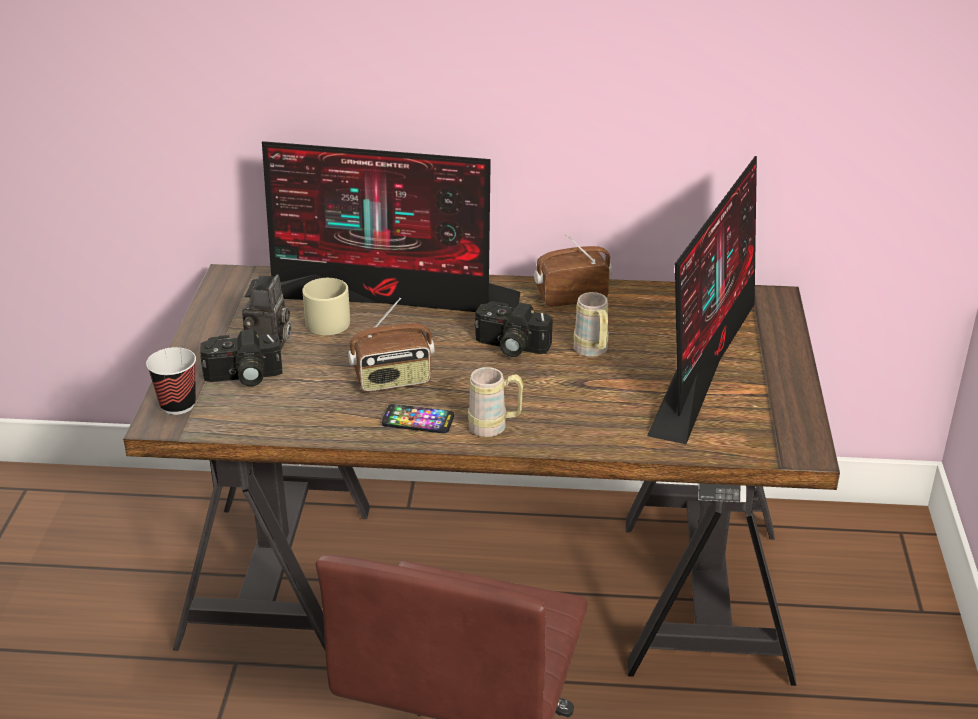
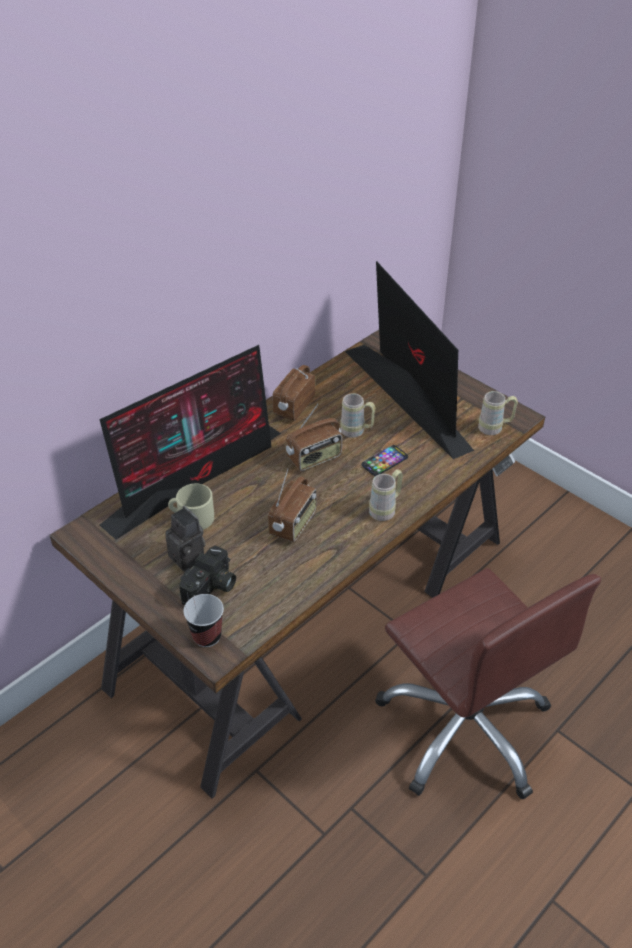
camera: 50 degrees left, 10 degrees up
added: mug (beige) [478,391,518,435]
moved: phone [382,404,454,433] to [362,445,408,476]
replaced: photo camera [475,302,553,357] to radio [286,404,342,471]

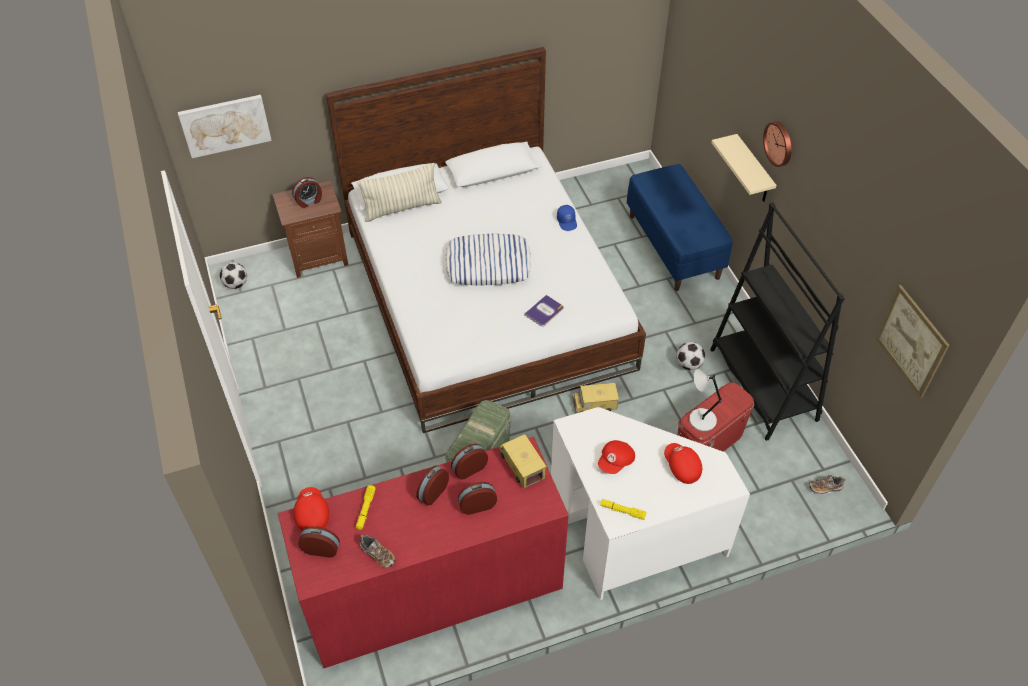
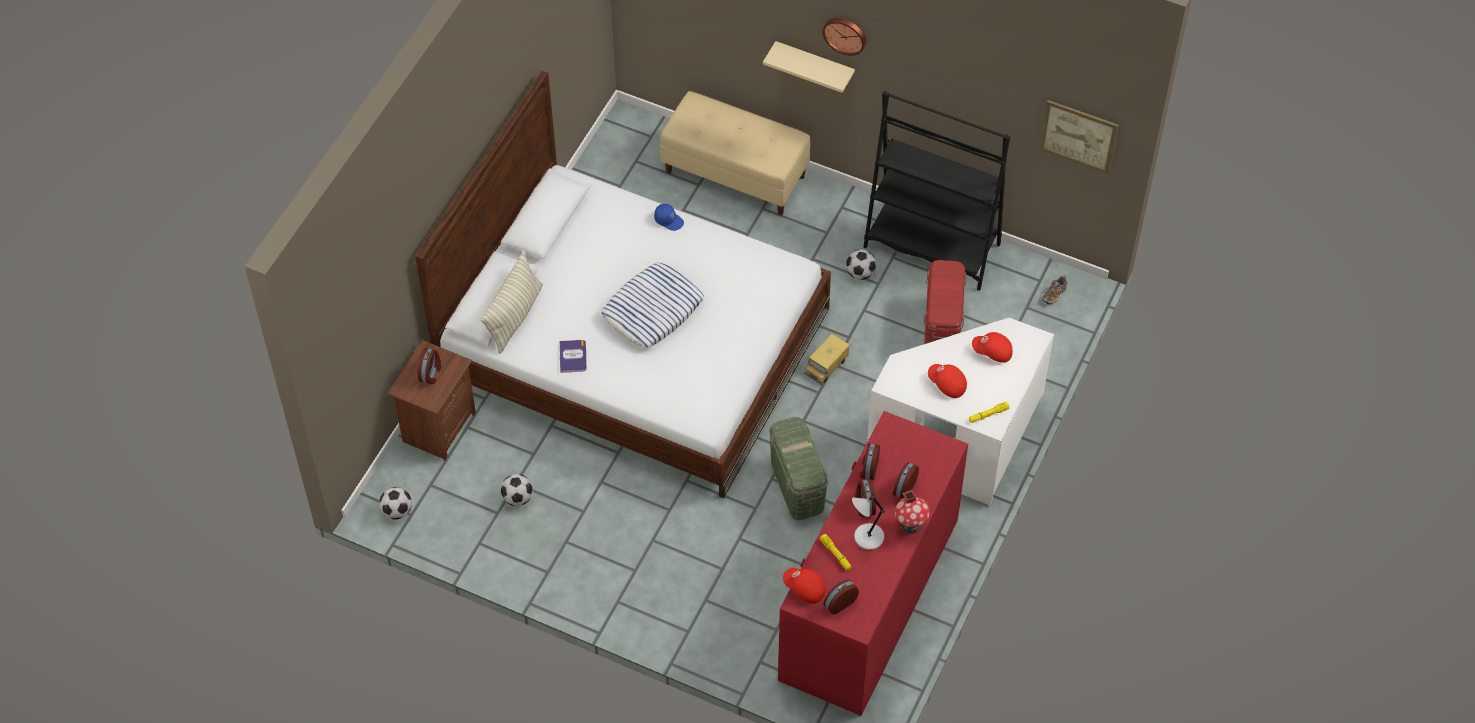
camera: 45 degrees left, 5 degrees up
removed: picture [178,95,272,158]; shoe [360,535,395,568]; toy truck [498,434,547,488]
added: football [500,474,533,506]; toy house [895,490,930,535]
moved: book [524,295,564,326] to [559,340,587,373]; table lamp (grey) [689,369,722,431] to [852,494,885,550]
recoloured: bench (blue) [627,164,733,291] to bench (beige) [660,91,810,215]
turned: cap (red) [598,440,635,474] = [928,364,967,398] 135 degrees clockwise

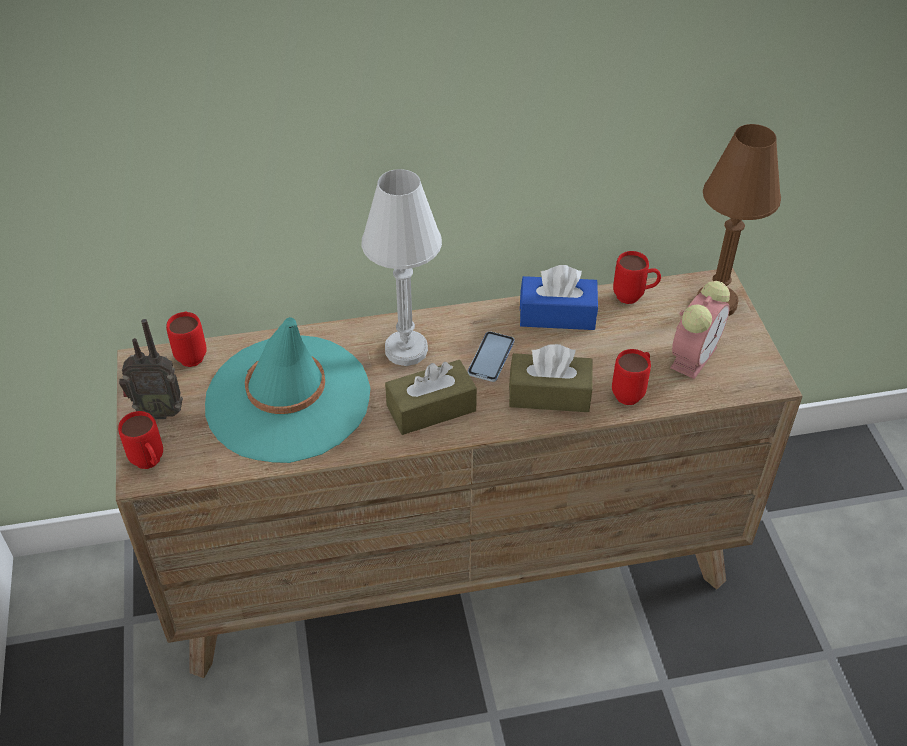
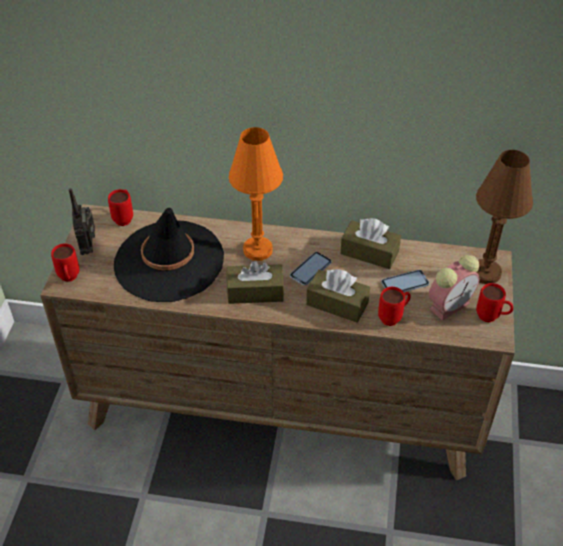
camera: 20 degrees right, 0 degrees up
added: phone [381,270,429,292]
moved: mug (red) [613,251,661,304] to [476,283,513,322]
recoloured: hat (turquoise) [205,317,371,463] to hat (black) [114,208,224,302]; table lamp (white) [362,169,442,366] to table lamp (orange) [229,127,283,261]; tissue box (blue) [520,265,598,330] to tissue box (brown) [340,218,401,269]
turned: radio [119,319,183,419] = [69,188,95,255] 60 degrees clockwise

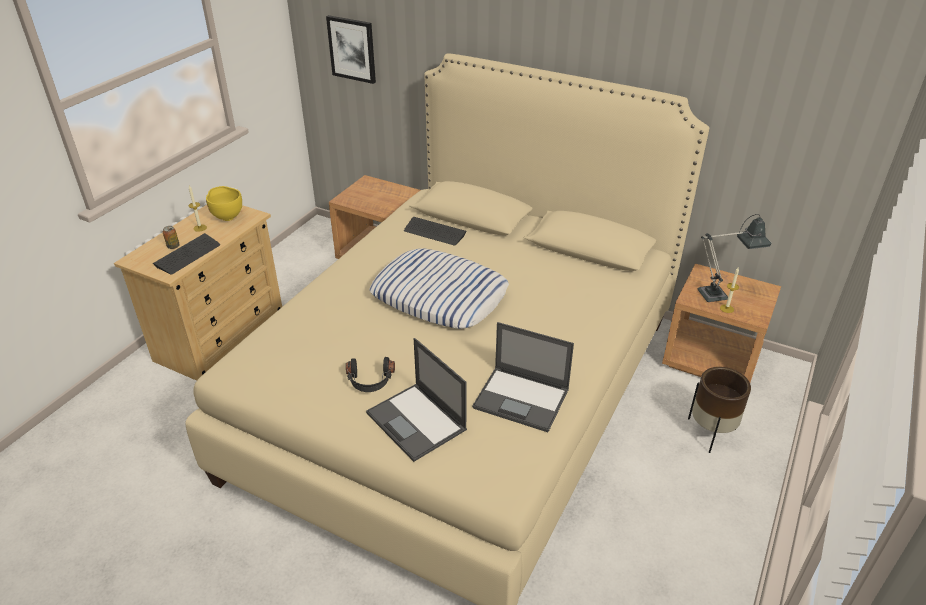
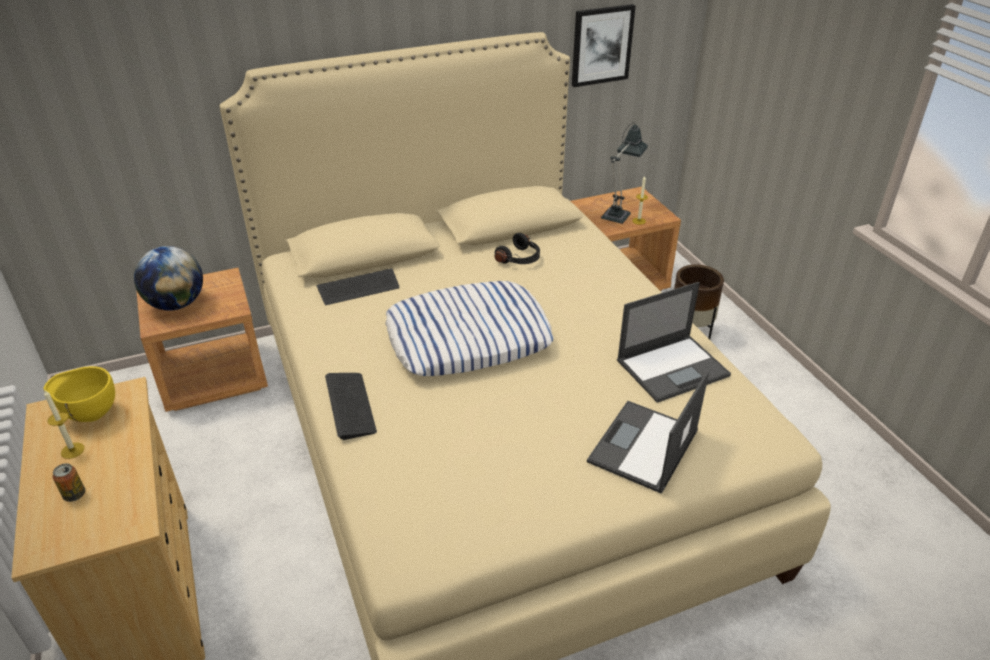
camera: 50 degrees left, 0 degrees up
added: globe [134,246,203,311]
moved: keyboard [153,233,220,274] to [325,373,377,440]; picture [326,15,376,84] to [572,4,636,87]; headphones (black) [346,357,395,392] to [495,233,540,264]
turned: laptop [366,338,467,462] = [587,370,709,494] 120 degrees clockwise

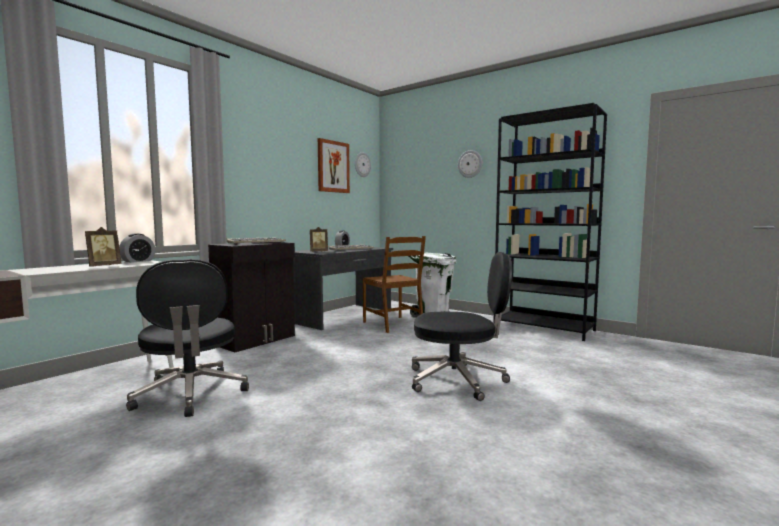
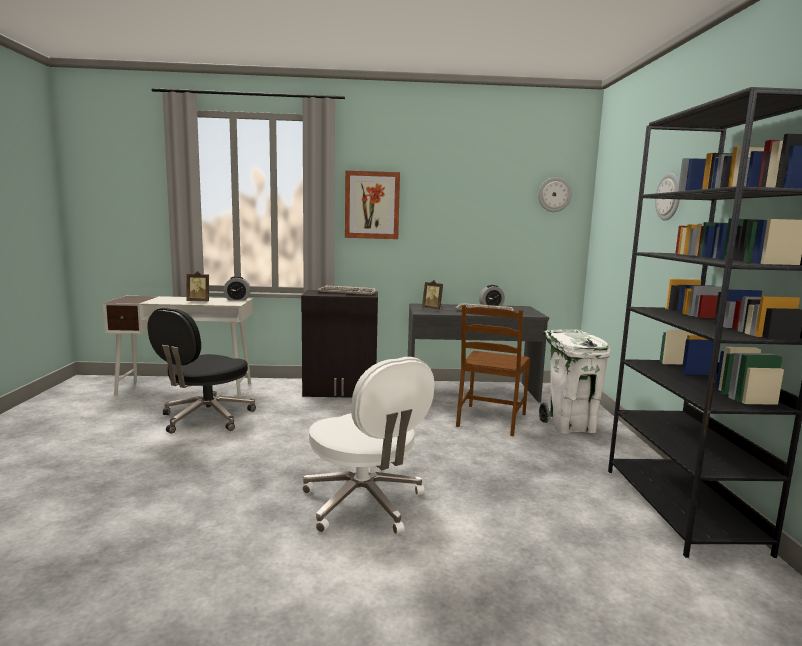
camera: 50 degrees right, 5 degrees up
moved: picture [318,138,350,193] to [345,171,400,239]
recoloured: office chair (black) [412,252,512,401] to office chair (white) [302,357,435,534]

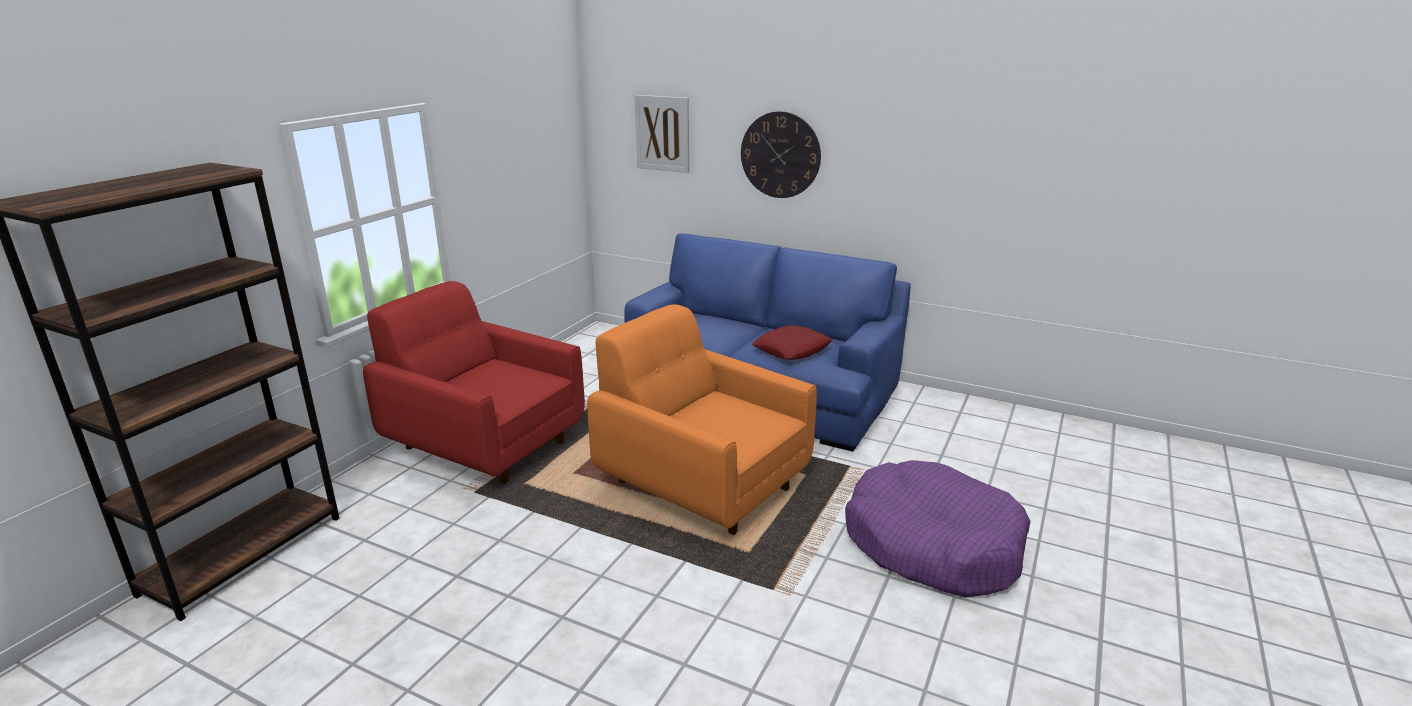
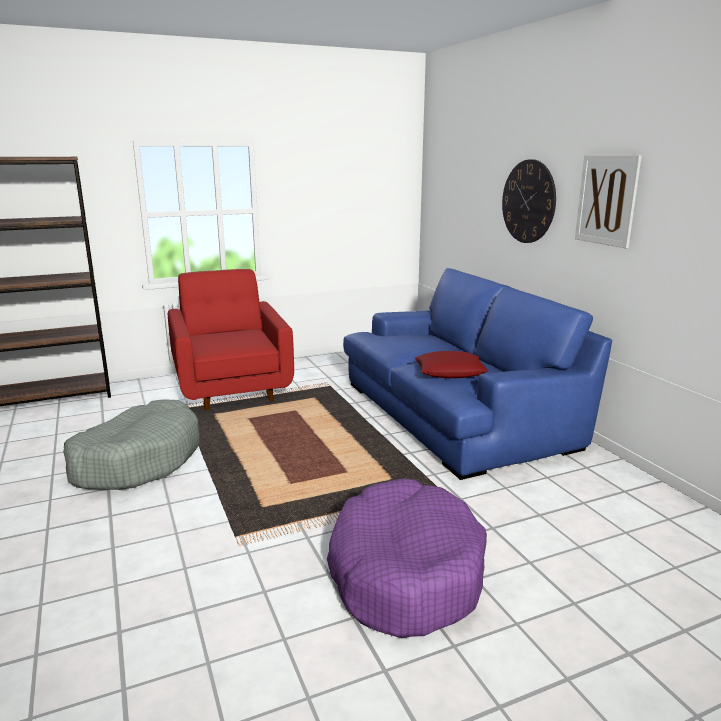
camera: 40 degrees right, 5 degrees down
removed: armchair (orange) [587,304,817,535]
added: dog bed (grey) [63,399,200,490]
moved: picture [635,95,689,173] to [575,155,642,248]

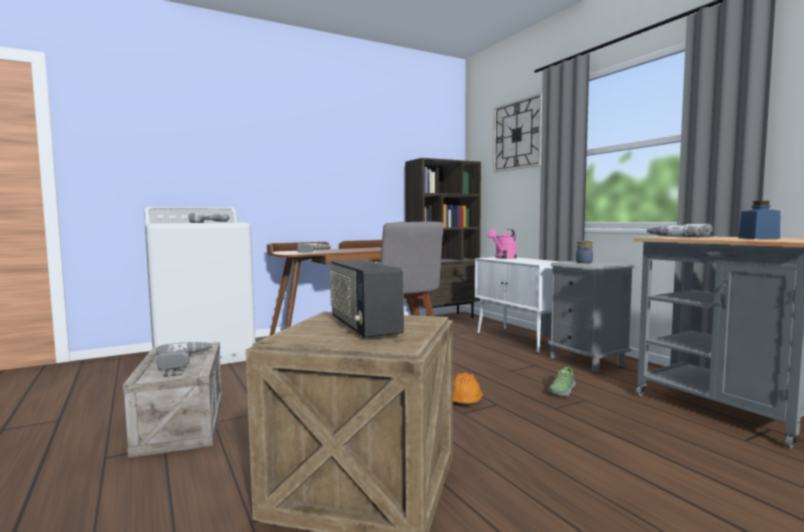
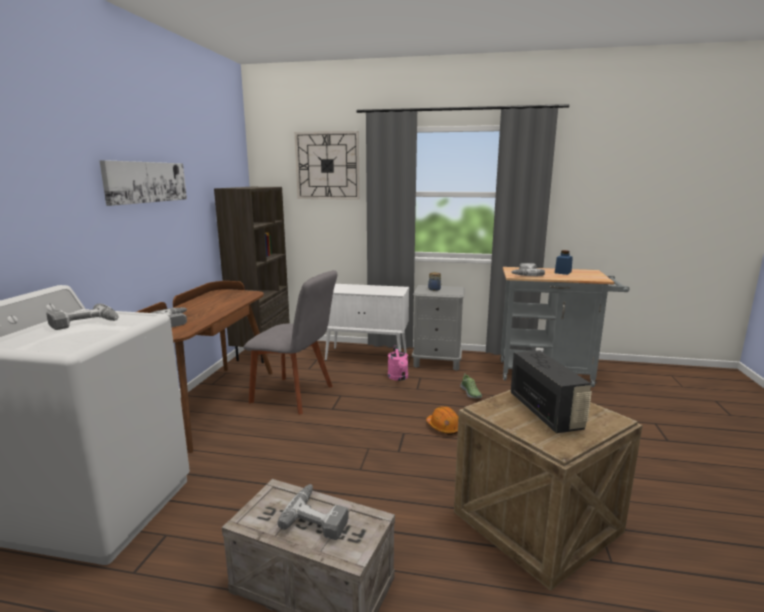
camera: 50 degrees left, 10 degrees up
added: picture [99,160,187,206]
moved: watering can (pink) [487,229,517,259] to [388,346,408,381]
turned: radio [329,260,404,338] = [511,350,592,433] 120 degrees counterclockwise

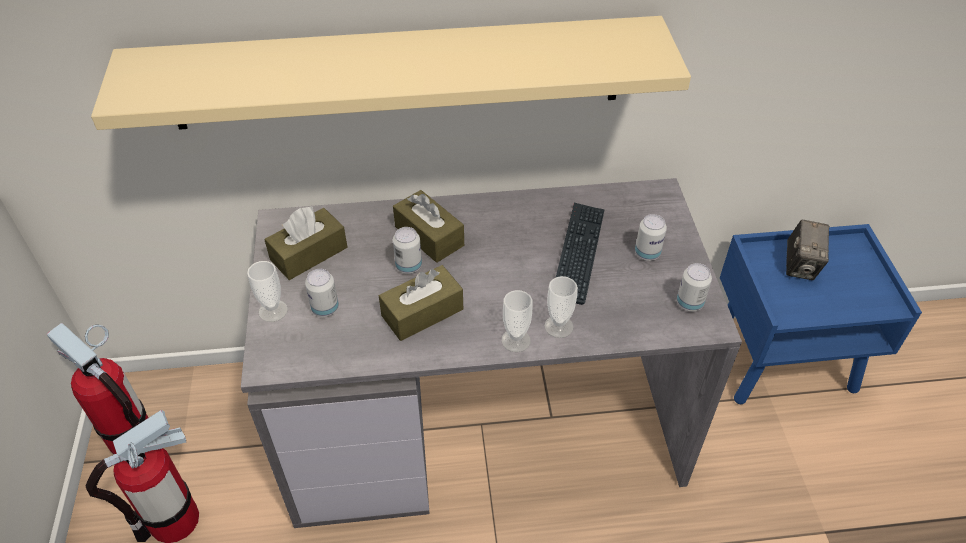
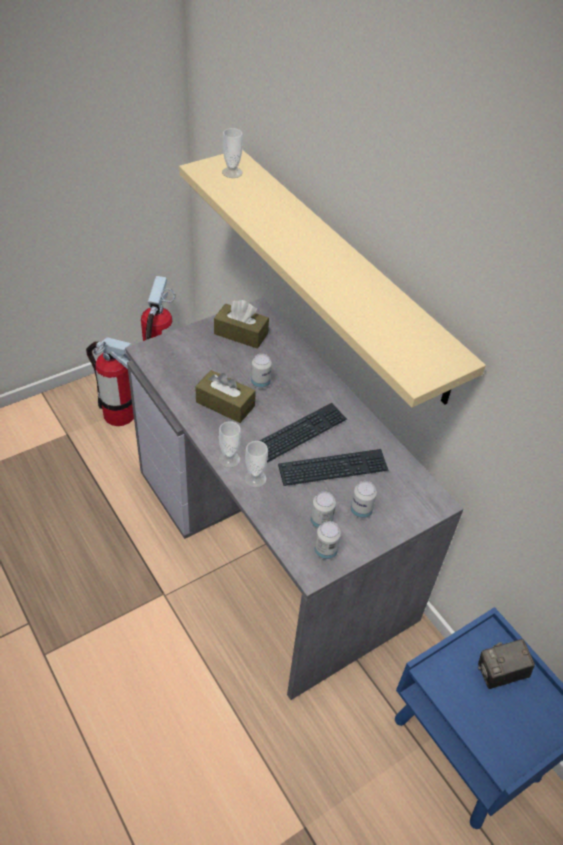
camera: 60 degrees right, 0 degrees up
removed: tissue box (brown) [393,190,464,263]
added: keyboard [259,403,347,463]
moved: cup [247,261,288,322] to [222,128,243,178]; can [305,269,339,317] to [310,491,336,529]

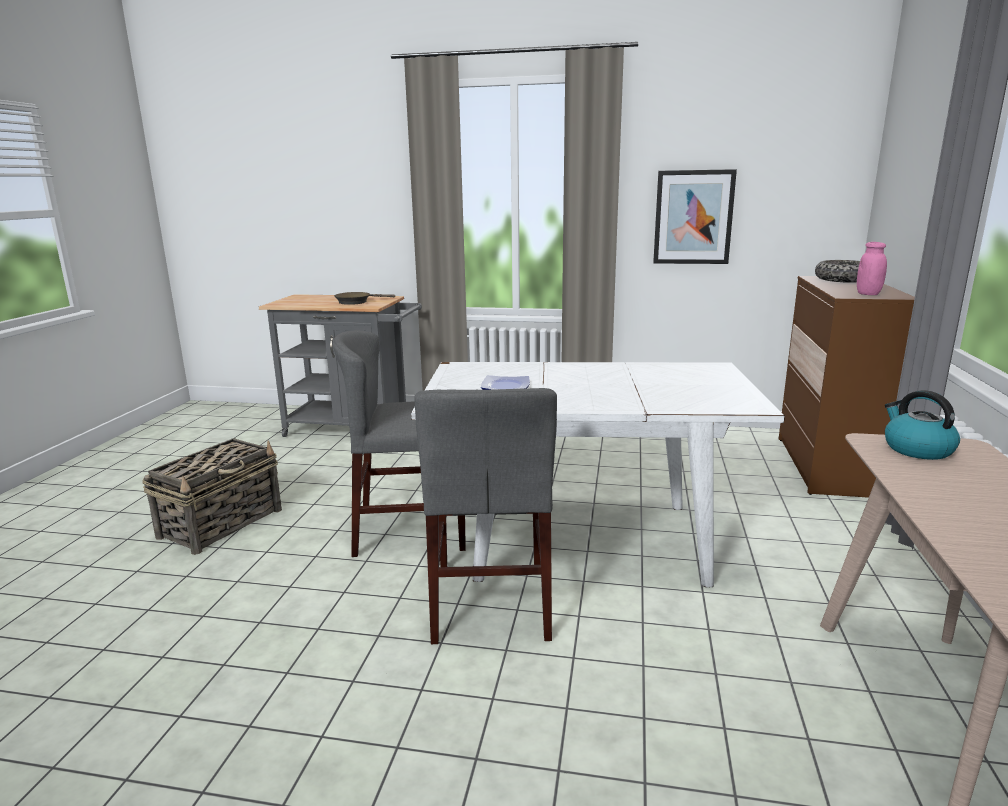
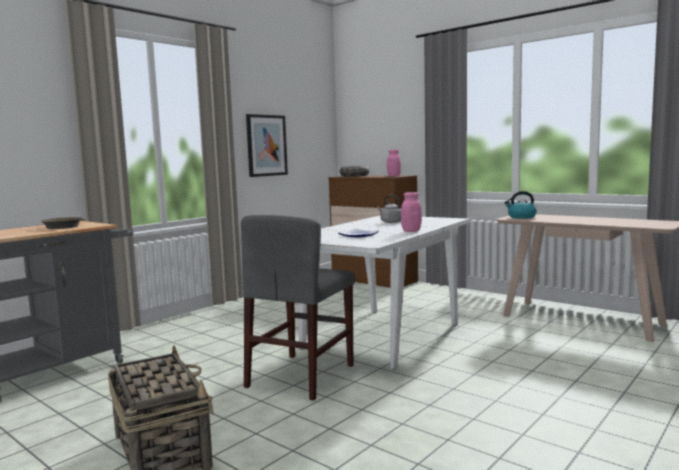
camera: 60 degrees left, 10 degrees down
removed: chair (grey) [414,388,557,644]
added: kettle (grey) [377,195,401,223]; jar (pink) [401,192,422,232]

